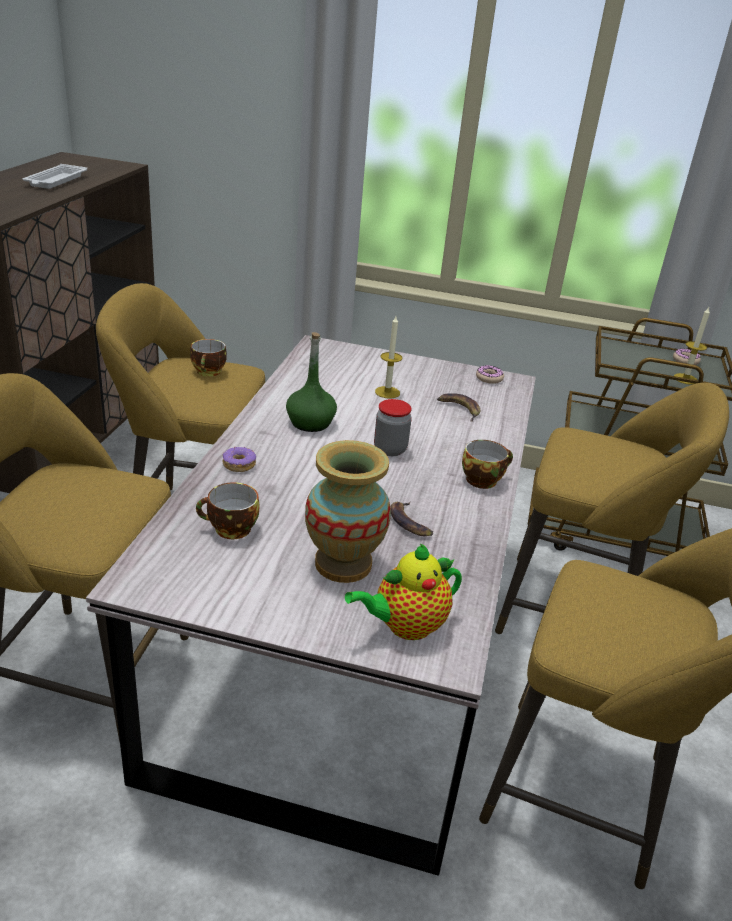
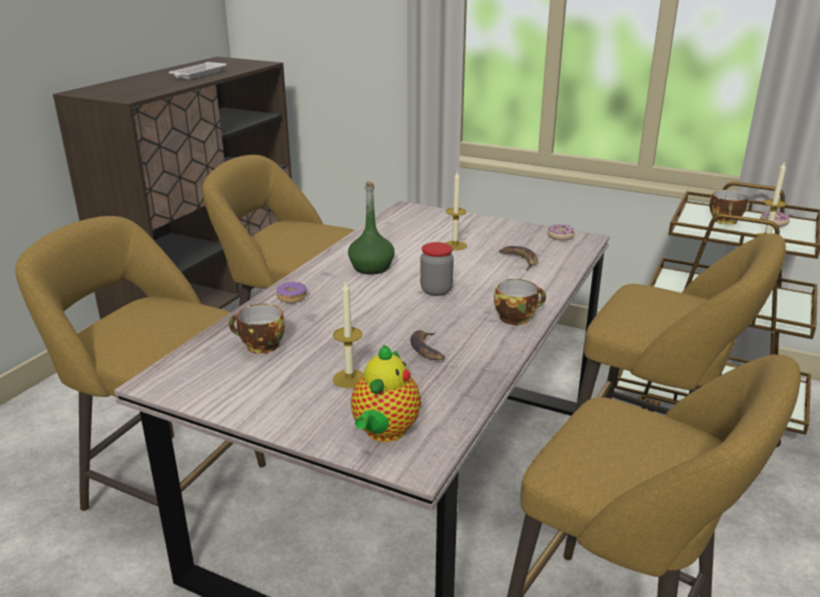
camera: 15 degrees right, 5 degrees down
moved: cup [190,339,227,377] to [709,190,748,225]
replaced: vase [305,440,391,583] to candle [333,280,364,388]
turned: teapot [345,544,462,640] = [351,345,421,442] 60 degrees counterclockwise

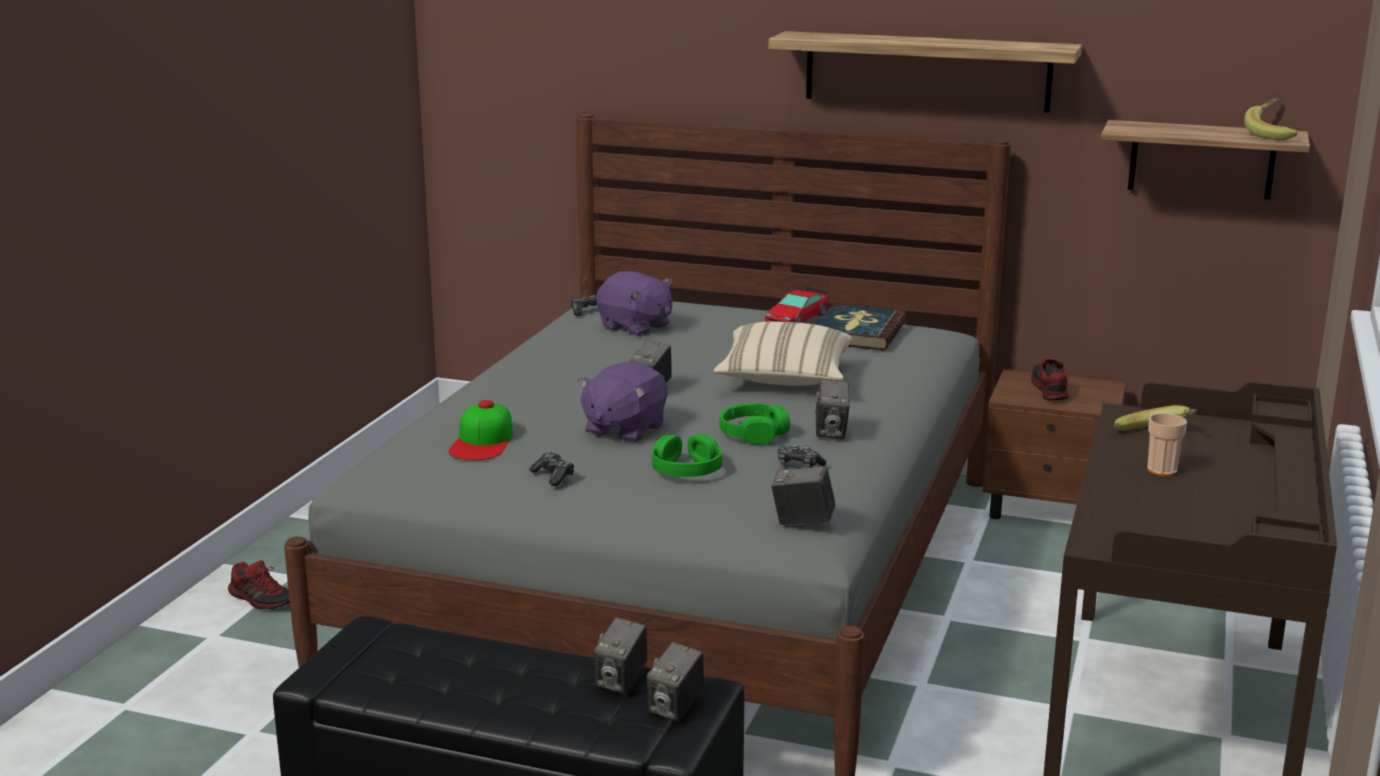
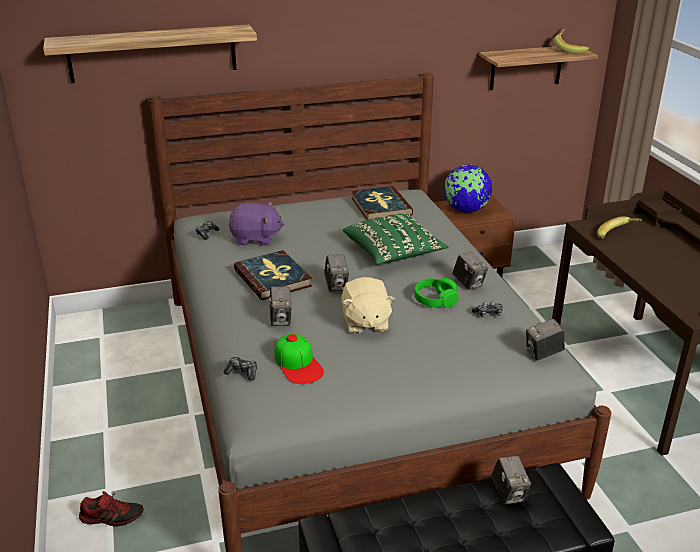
camera: 35 degrees left, 10 degrees up
removed: headphones (green) [652,434,722,477]; toy car [765,288,829,323]; cup [1147,413,1187,476]
added: book [234,250,312,300]
moved: game controller [529,453,574,486] to [223,357,257,381]; photo camera [647,642,704,722] to [269,286,292,326]; shelf [769,31,1082,113] to [43,25,257,83]
replaced: shoe [1031,358,1069,400] to globe [444,164,492,213]
recoloured: plush toy (purple) [577,361,668,443] to plush toy (beige) [342,277,395,334]; pillow (beige) [714,321,852,386] to pillow (green) [343,214,449,264]

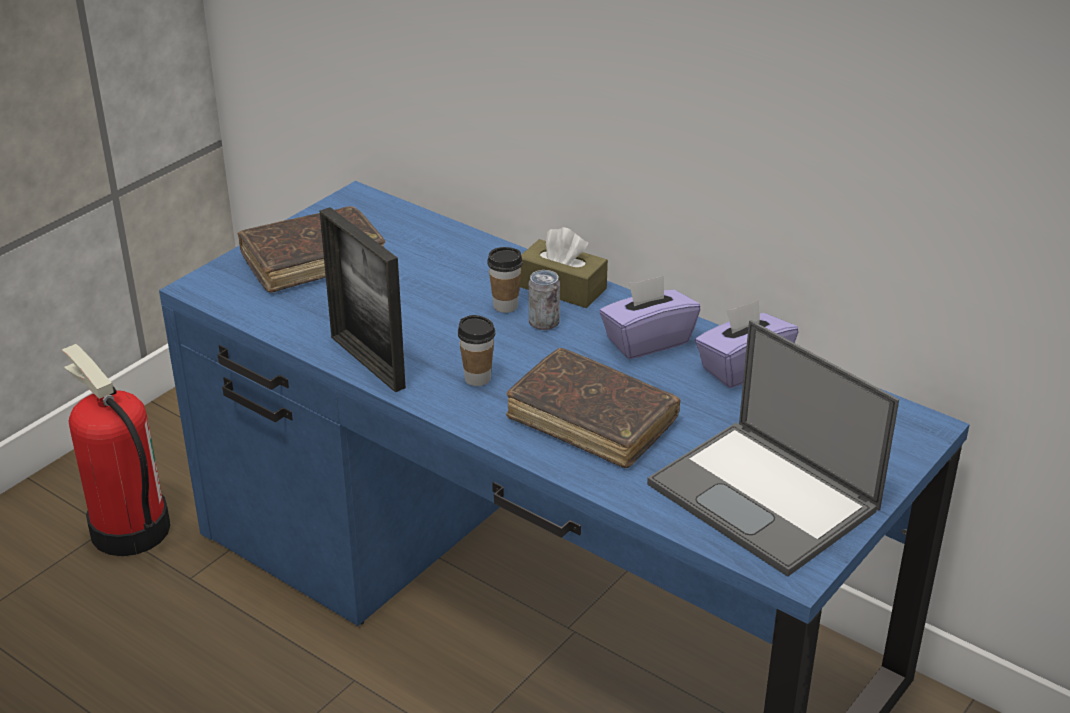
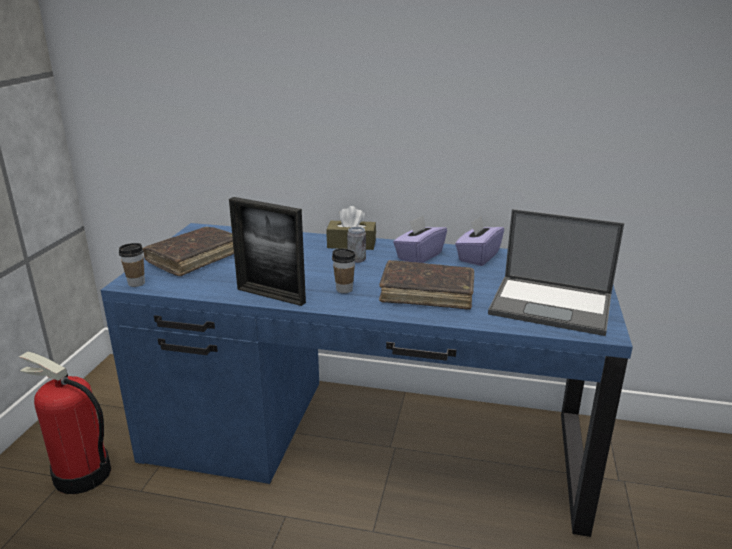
camera: 25 degrees left, 10 degrees down
moved: cup [487,247,523,313] to [119,243,145,287]

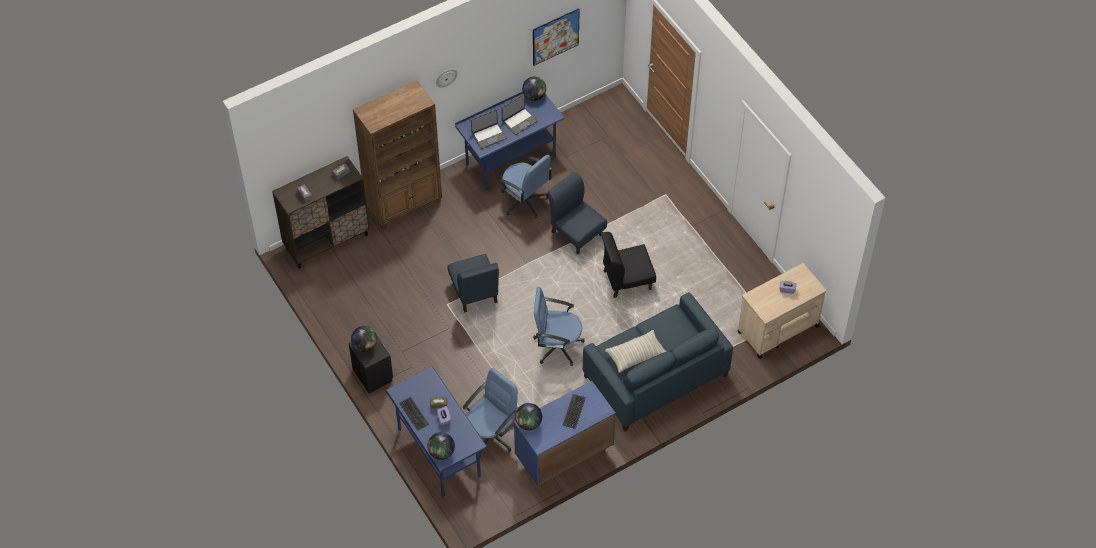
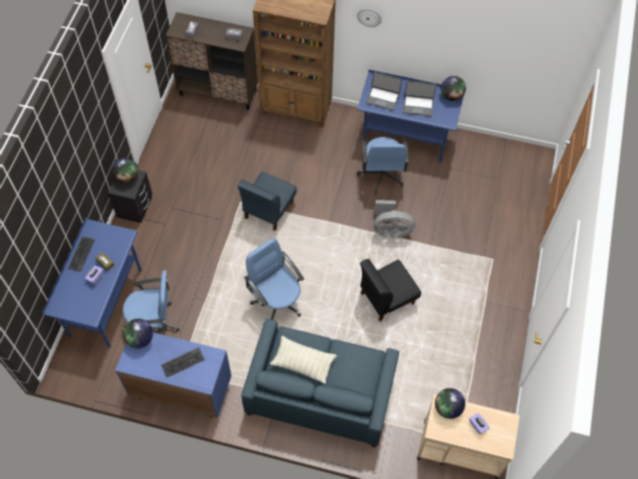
camera: 45 degrees right, 5 degrees up
removed: picture [533,8,580,66]
moved: globe [427,432,455,460] to [435,388,465,419]
replaced: chair (blue) [548,171,607,254] to fan (grey) [374,200,415,238]
turned: chair (black) [601,232,656,298] = [360,259,421,321] 60 degrees counterclockwise

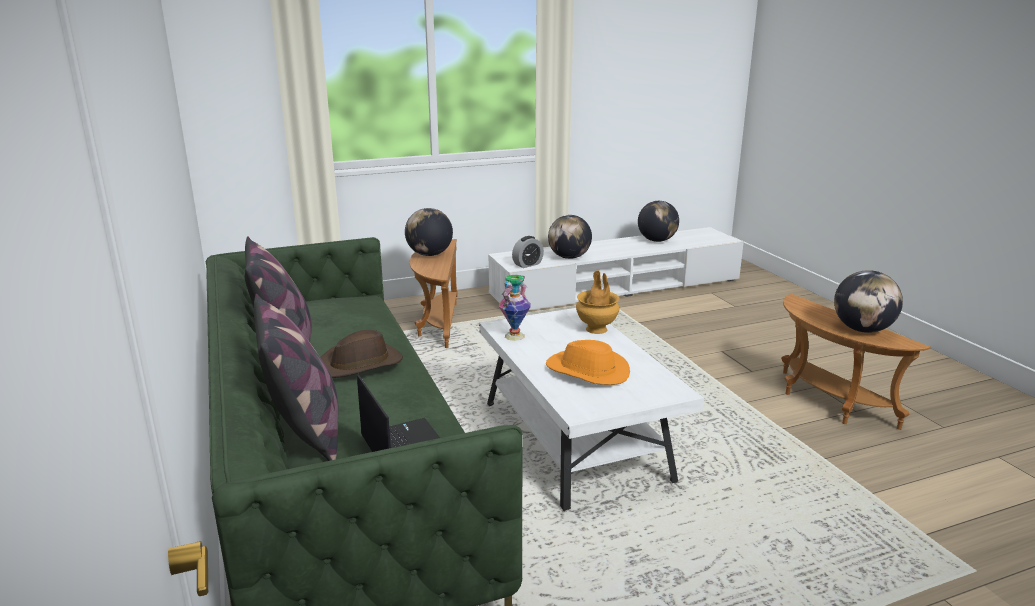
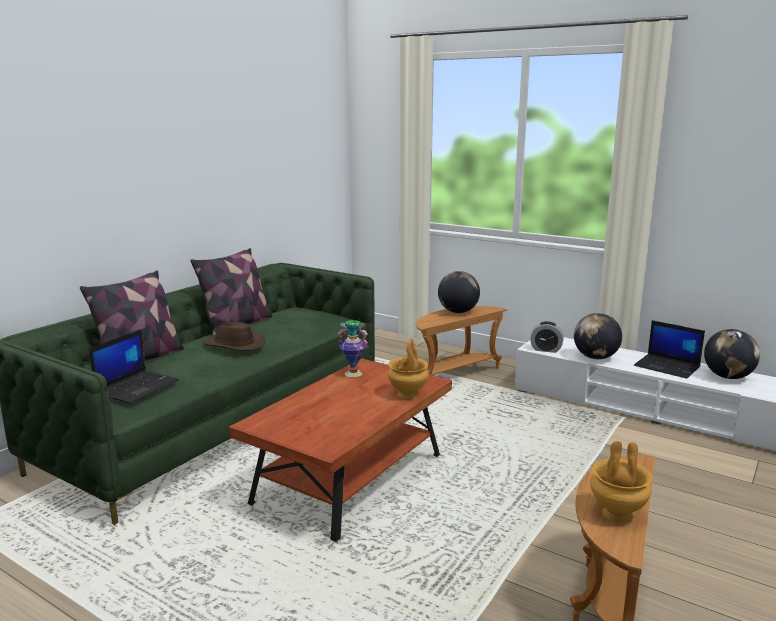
camera: 55 degrees right, 5 degrees down
removed: hat (orange) [546,340,630,385]
added: laptop [634,320,705,379]
replaced: globe [834,270,903,333] to vase (brown) [590,441,652,523]
recoloured: coffee table (white) [479,308,704,511] to coffee table (brown) [229,359,452,542]

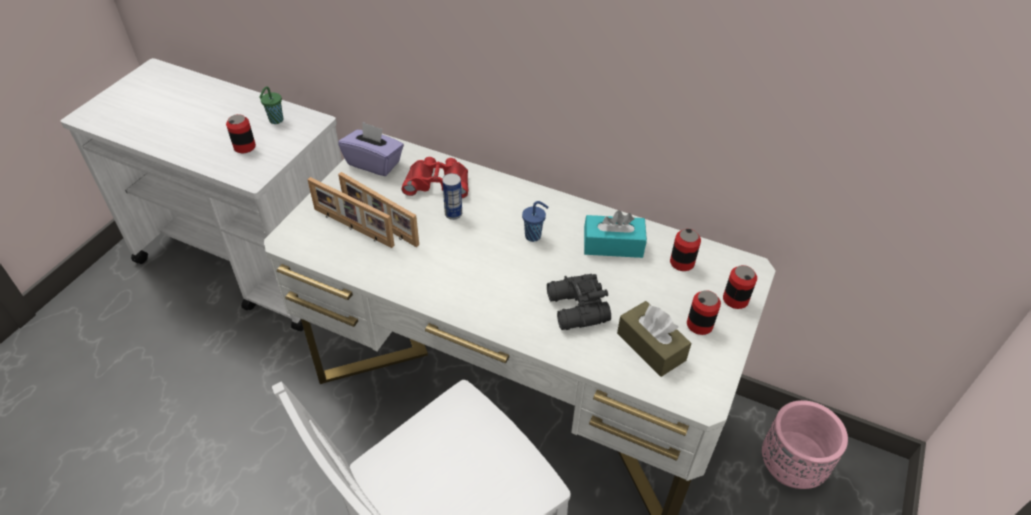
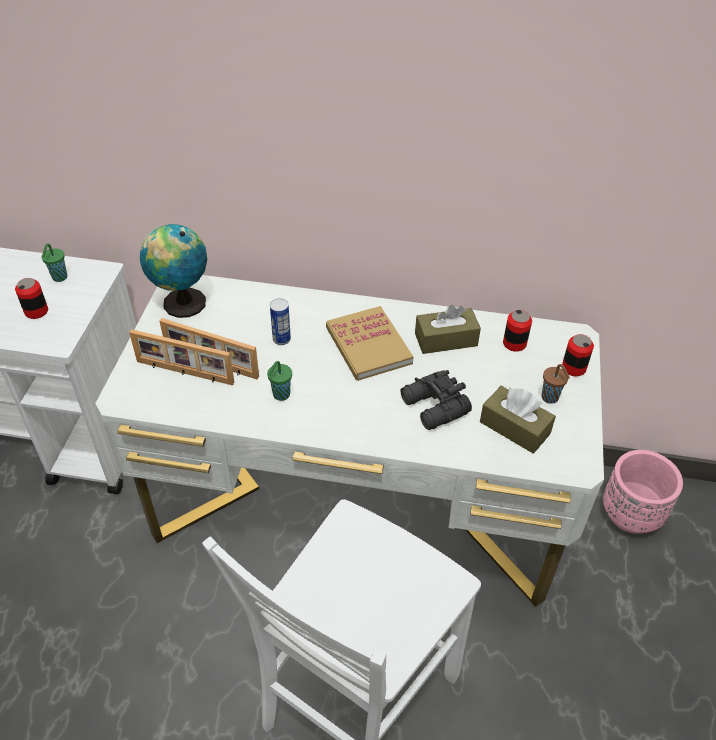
camera: 15 degrees left, 0 degrees up
removed: binoculars (red) [402,157,468,198]
added: cup (green) [267,361,292,401]
replaced: tissue box (purple) [338,122,404,176] to globe [140,224,207,318]; cup (blue) [522,201,549,242] to book [326,306,413,381]; can [687,290,721,335] to cup (brown) [542,364,570,404]
recoloured: tissue box (turquoise) [584,210,647,258] to tissue box (brown) [415,305,481,354]

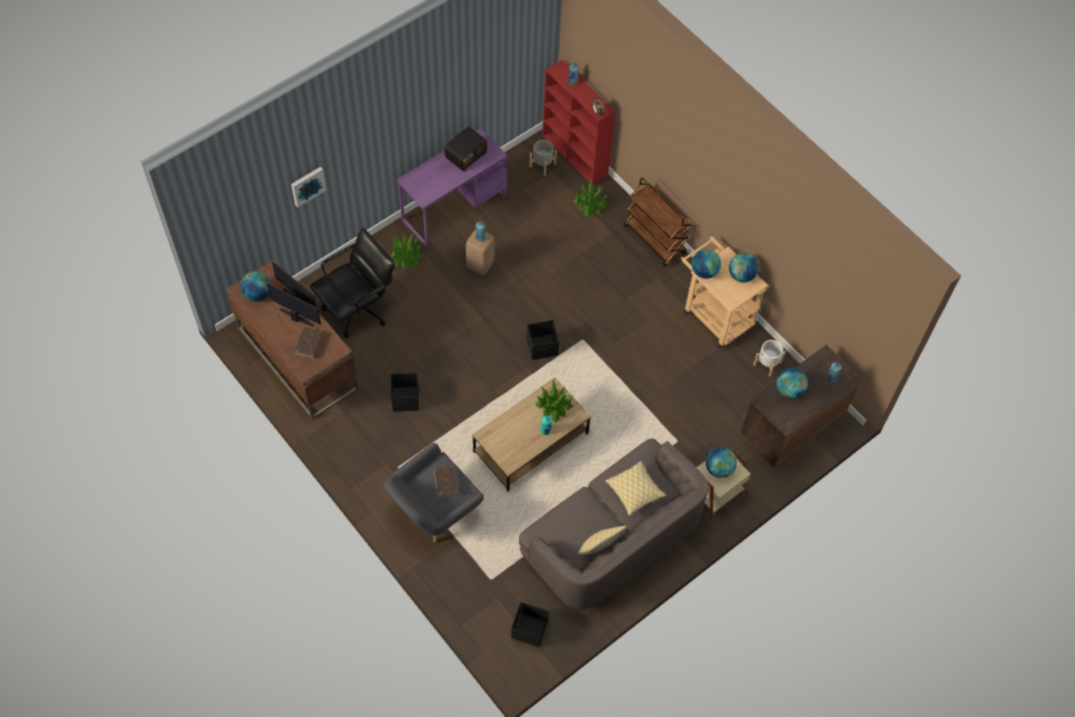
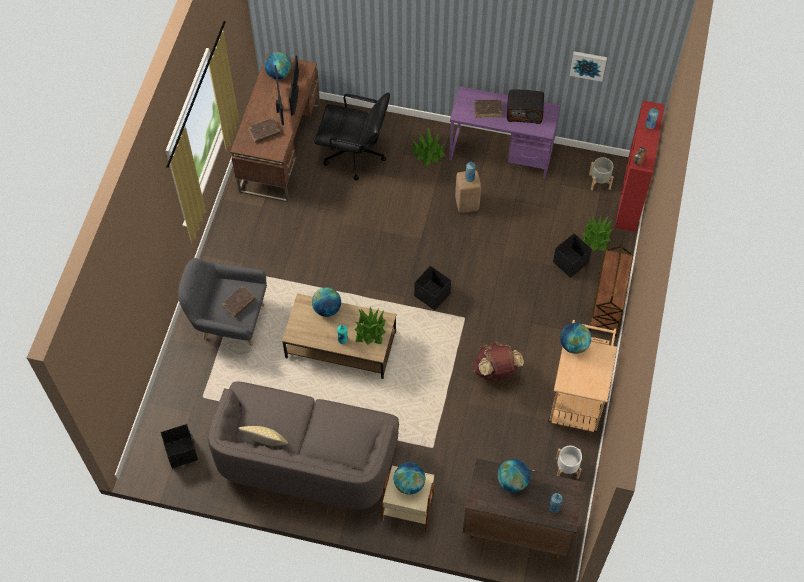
camera: 55 degrees right, 0 degrees up
removed: pillow [605,461,666,516]
added: backpack (brown) [472,341,524,381]; book (brown) [474,100,503,118]
moved: picture [291,167,326,207] to [570,51,607,82]; storage box (black) [391,373,420,412] to [553,233,592,278]; globe [729,253,759,283] to [312,287,341,317]

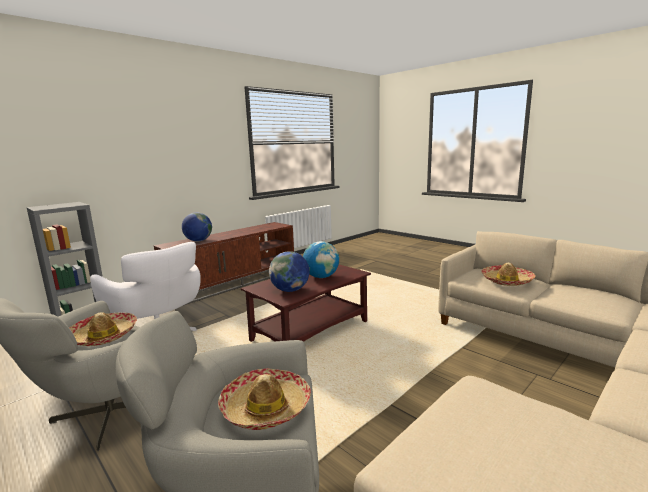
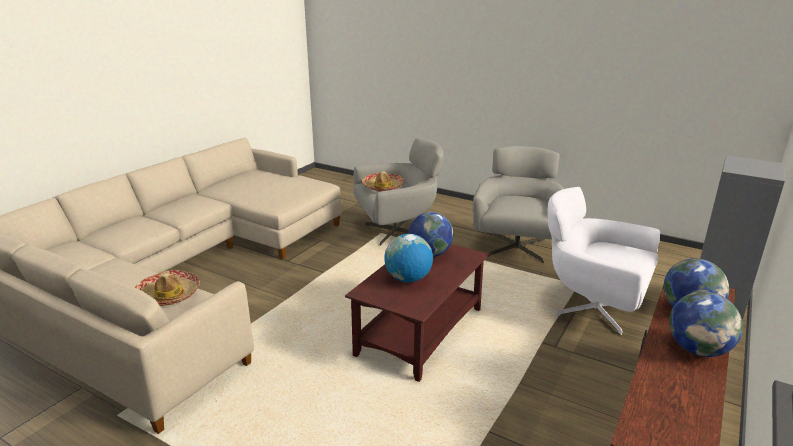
camera: 165 degrees right, 10 degrees up
removed: hat [69,312,137,346]
added: globe [669,291,743,357]

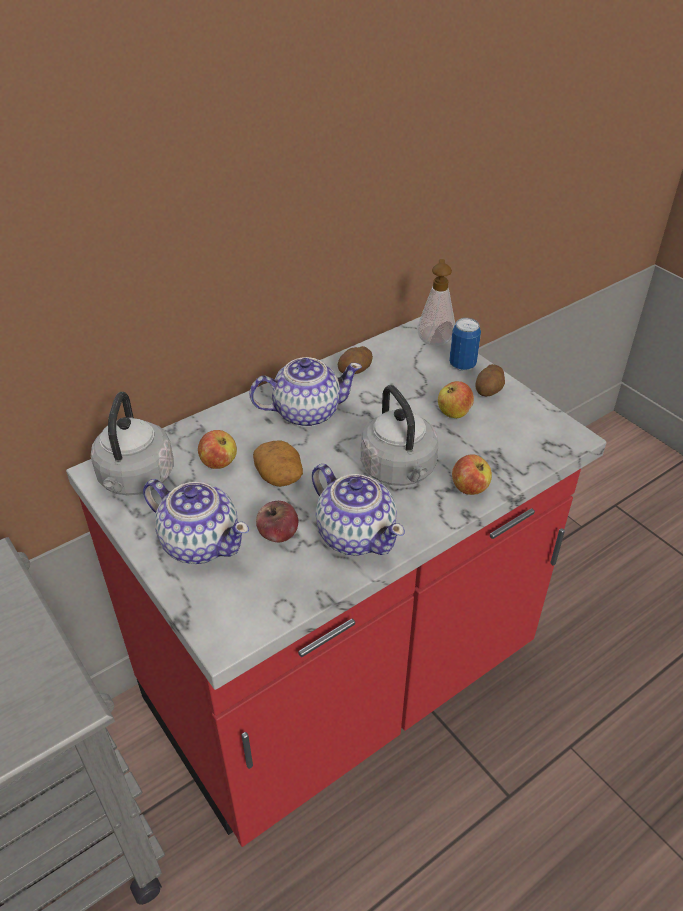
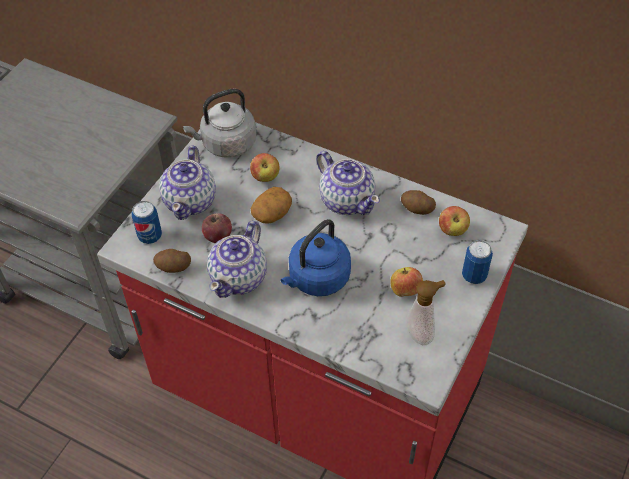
camera: 65 degrees right, 10 degrees up
added: can [132,201,162,244]
moved: soap dispenser [417,259,455,345] to [406,280,446,345]; apple [452,454,492,495] to [439,206,470,236]; potato [475,364,505,396] to [153,249,191,273]
recoloured: kettle (grey) [361,385,438,486] to kettle (blue) [280,219,351,296]

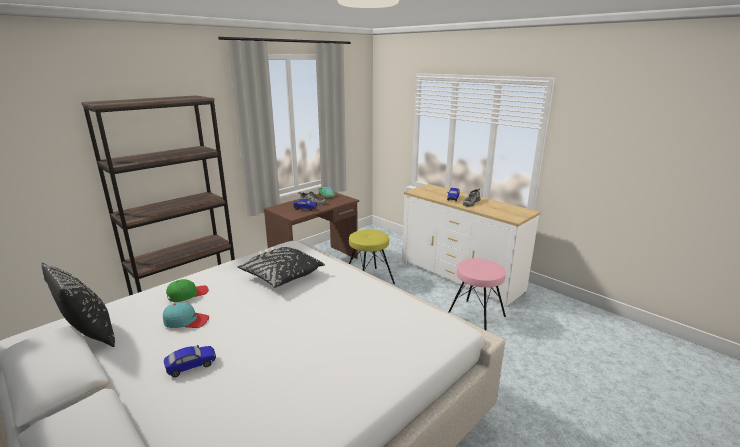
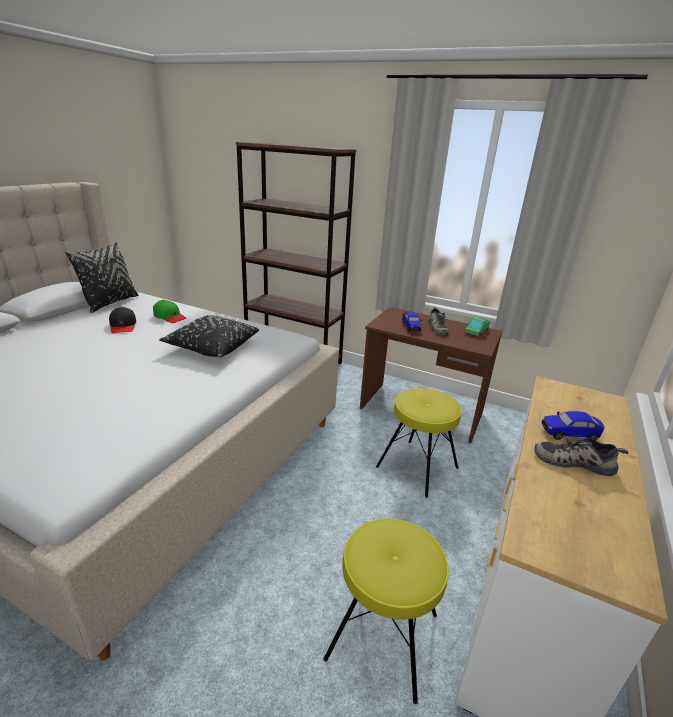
camera: 70 degrees right, 5 degrees up
removed: toy car [164,345,216,377]
recoloured: cap (turquoise) [163,303,209,328] to cap (black) [109,307,136,333]; stool (pink) [448,258,506,330] to stool (yellow) [323,518,449,704]

